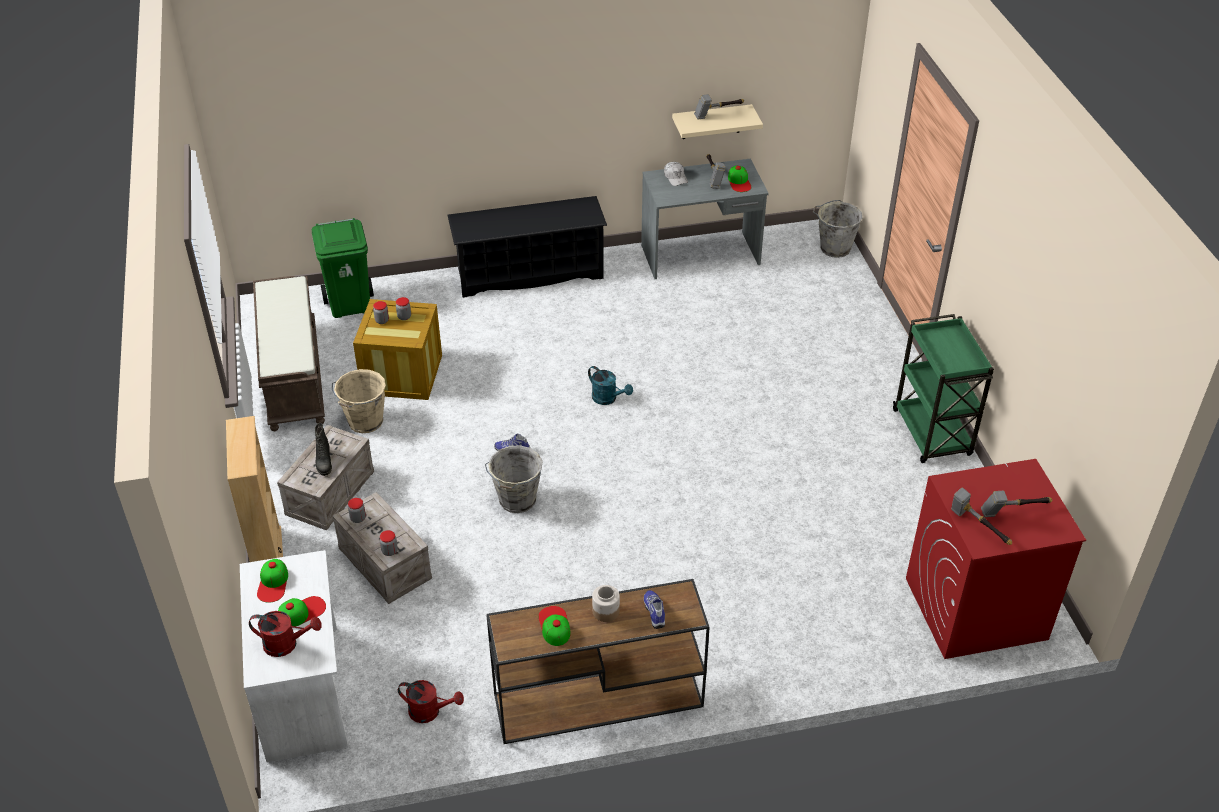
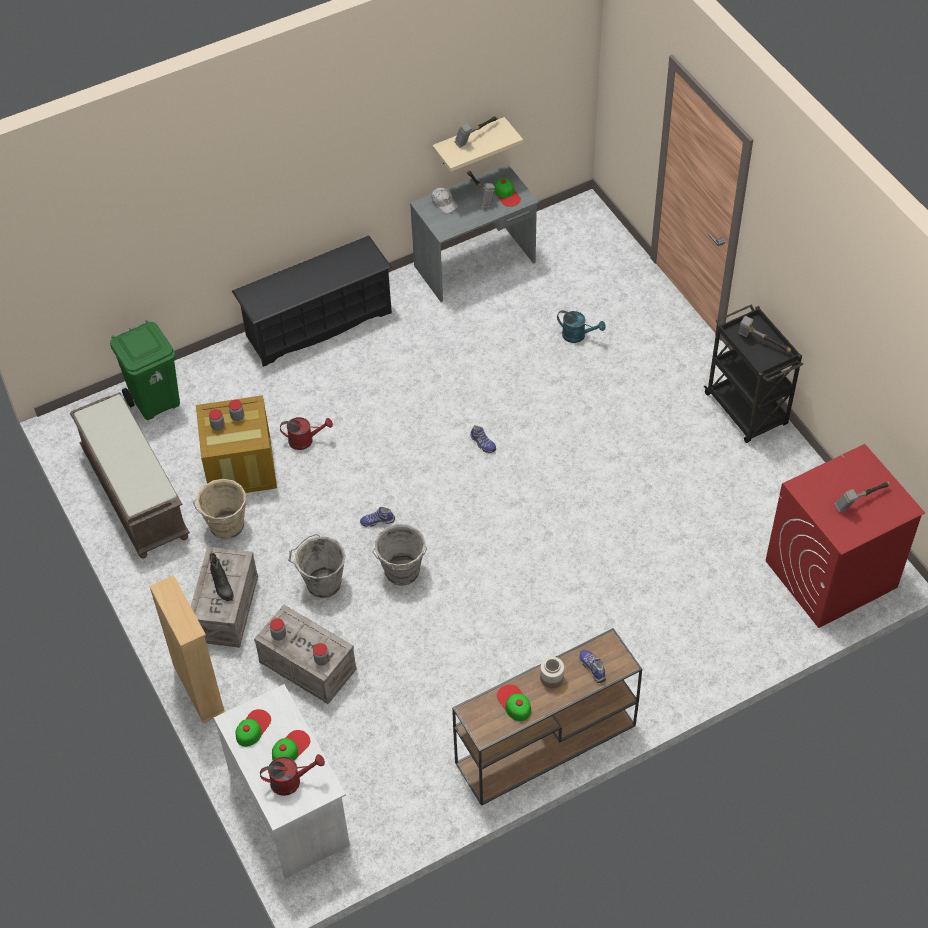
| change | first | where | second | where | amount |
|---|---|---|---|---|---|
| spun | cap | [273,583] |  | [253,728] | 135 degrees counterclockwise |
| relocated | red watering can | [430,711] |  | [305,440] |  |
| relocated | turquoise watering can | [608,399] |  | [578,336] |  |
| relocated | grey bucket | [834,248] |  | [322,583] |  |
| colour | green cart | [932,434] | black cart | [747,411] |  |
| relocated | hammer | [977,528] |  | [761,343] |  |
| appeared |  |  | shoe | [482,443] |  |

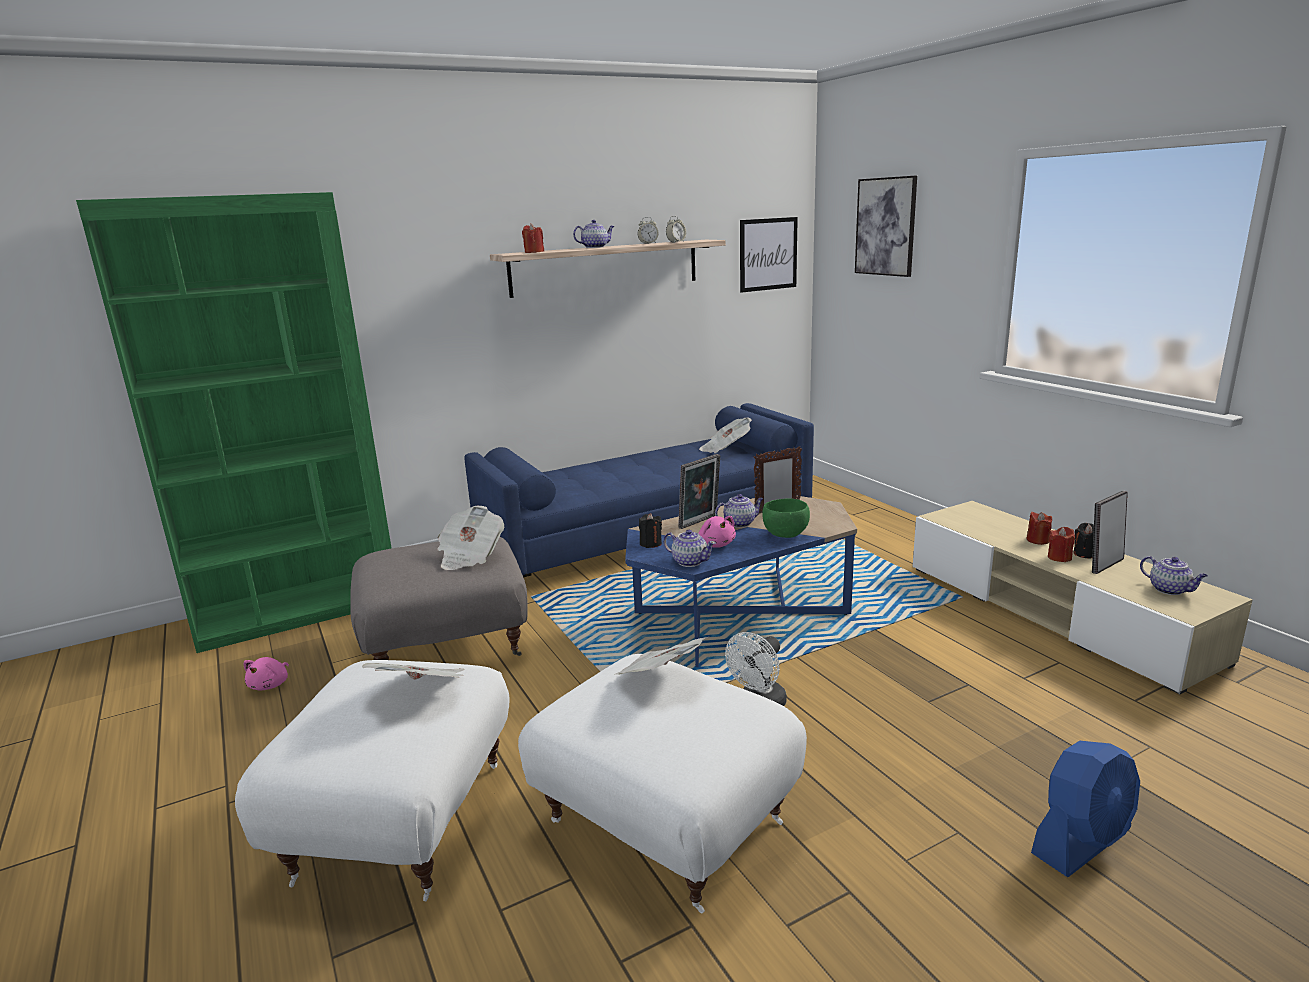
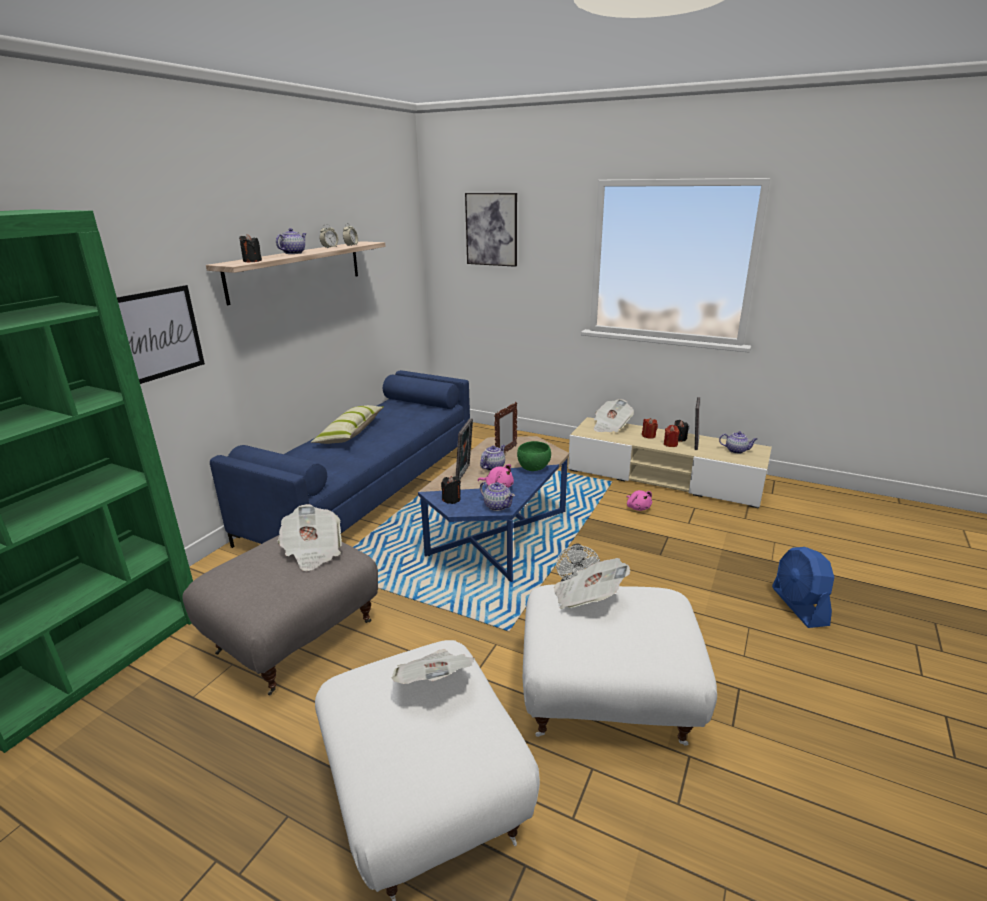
| change | first | where | second | where | amount |
|---|---|---|---|---|---|
| relocated | pink plush toy | [270,685] |  | [638,507] |  |
| colour | red candle | [534,252] | black candle | [252,261] |  |
| spun | teapot | [689,561] |  | [497,506] | 45 degrees clockwise |
| relocated | newspaper | [725,449] |  | [610,426] |  |
| relocated | picture | [768,254] |  | [158,334] |  |
| spun | blue fan | [1082,841] |  | [799,606] | 150 degrees clockwise |
| appeared |  |  | pillow | [350,433] |  |

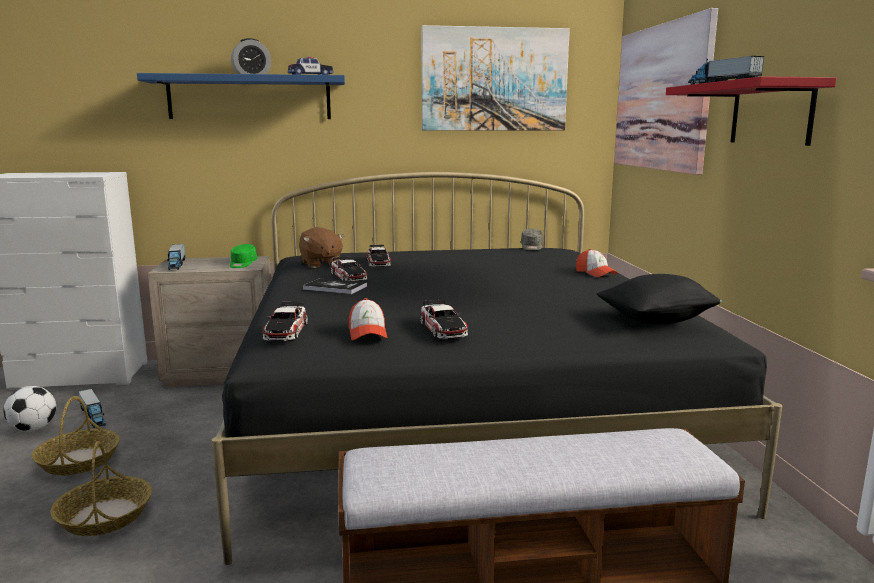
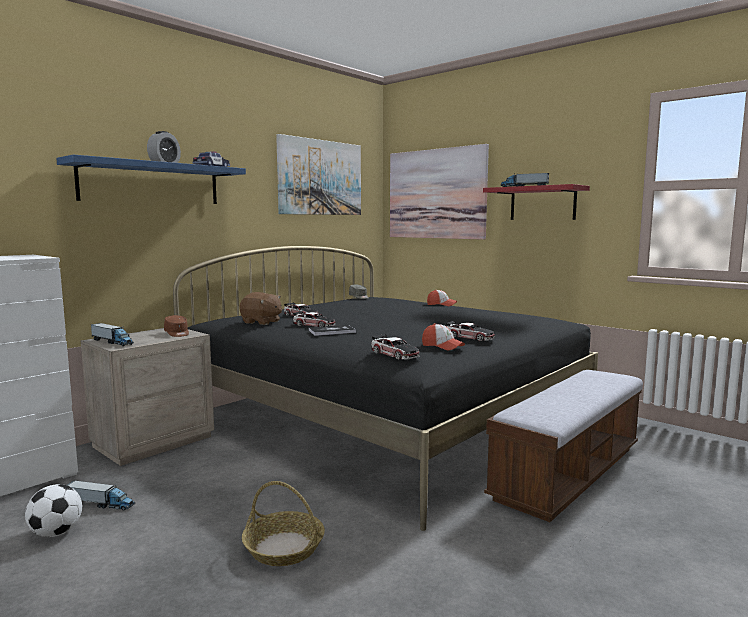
| change | first | where | second | where | amount |
|---|---|---|---|---|---|
| missing | basket | [78,460] |  |  |  |
| colour | green cap | [242,264] | brown cap | [177,333] |  |
| missing | black pillow | [656,320] |  |  |  |

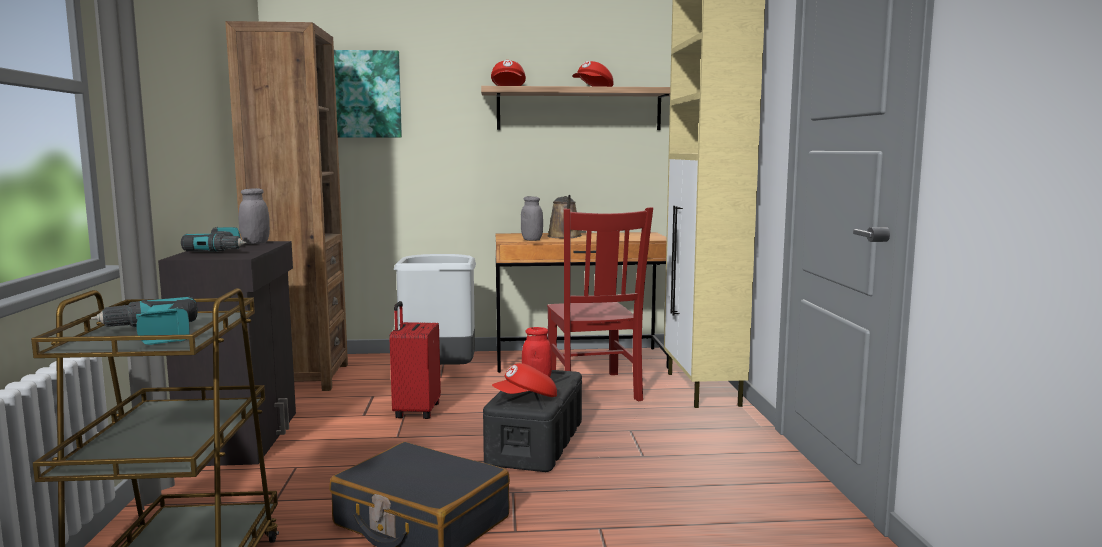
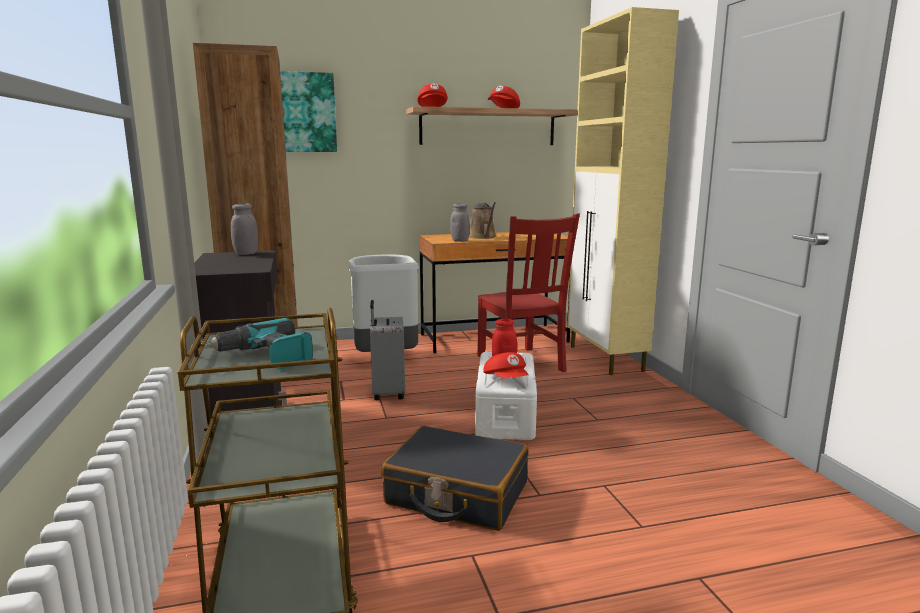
| change | first | where | second | where | amount |
|---|---|---|---|---|---|
| missing | power drill | [222,250] |  |  |  |
| colour | red suitcase | [415,412] | grey suitcase | [387,393] |  |
| colour | black storage box | [536,442] | white storage box | [505,414] |  |
| spun | red cap | [526,399] |  | [507,380] | 75 degrees counterclockwise |

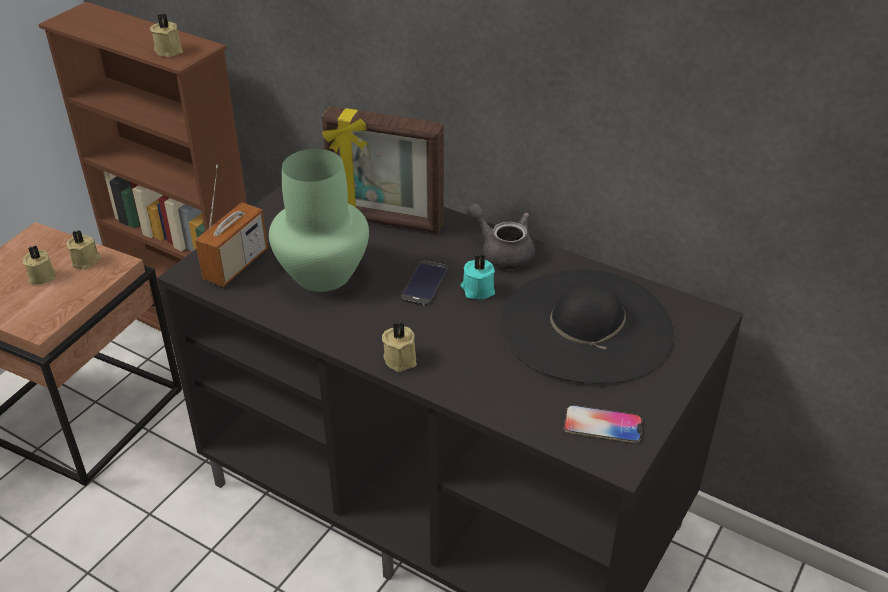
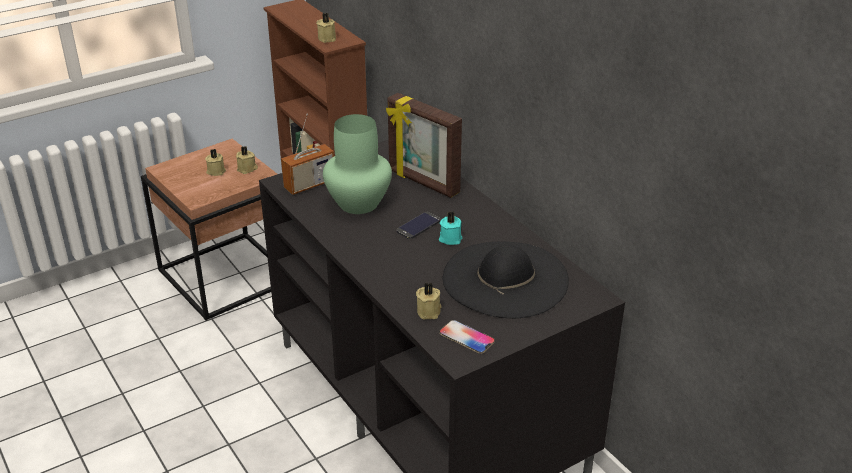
| change | first | where | second | where | amount |
|---|---|---|---|---|---|
| relocated | beige candle | [401,358] |  | [429,311] |  |
| missing | grey teapot | [502,252] |  |  |  |

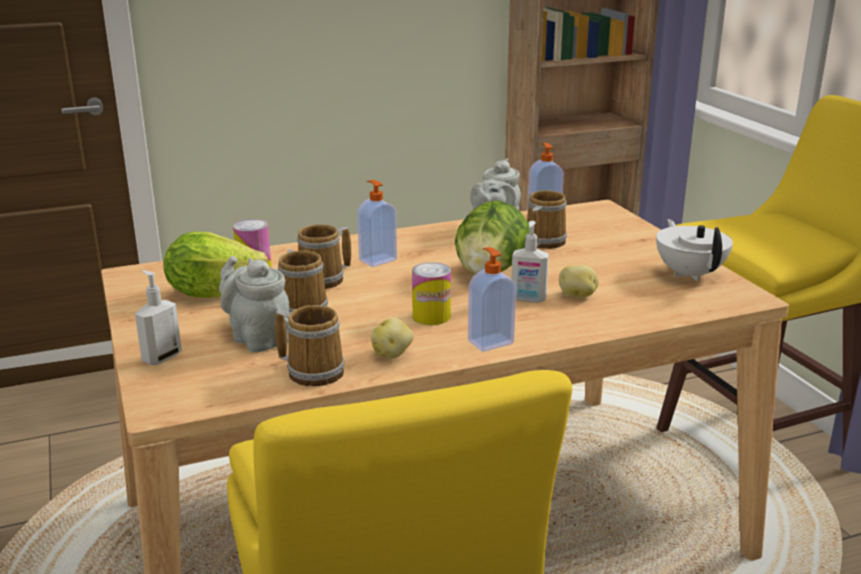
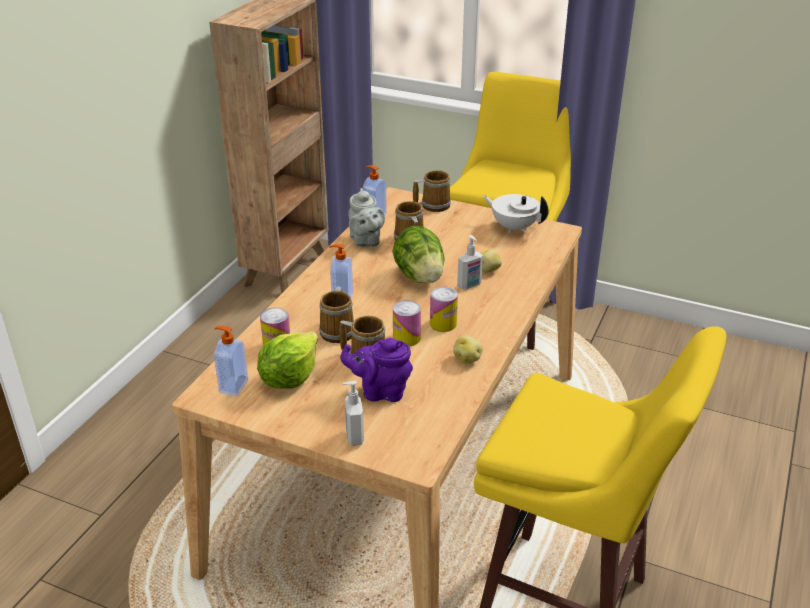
| change | first | where | second | where | amount |
|---|---|---|---|---|---|
| colour | grey teapot | [258,338] | purple teapot | [381,391] |  |
| relocated | mug | [313,370] |  | [433,205] |  |
| relocated | soap dispenser | [490,342] |  | [233,386] |  |
| appeared |  |  | can | [406,338] |  |

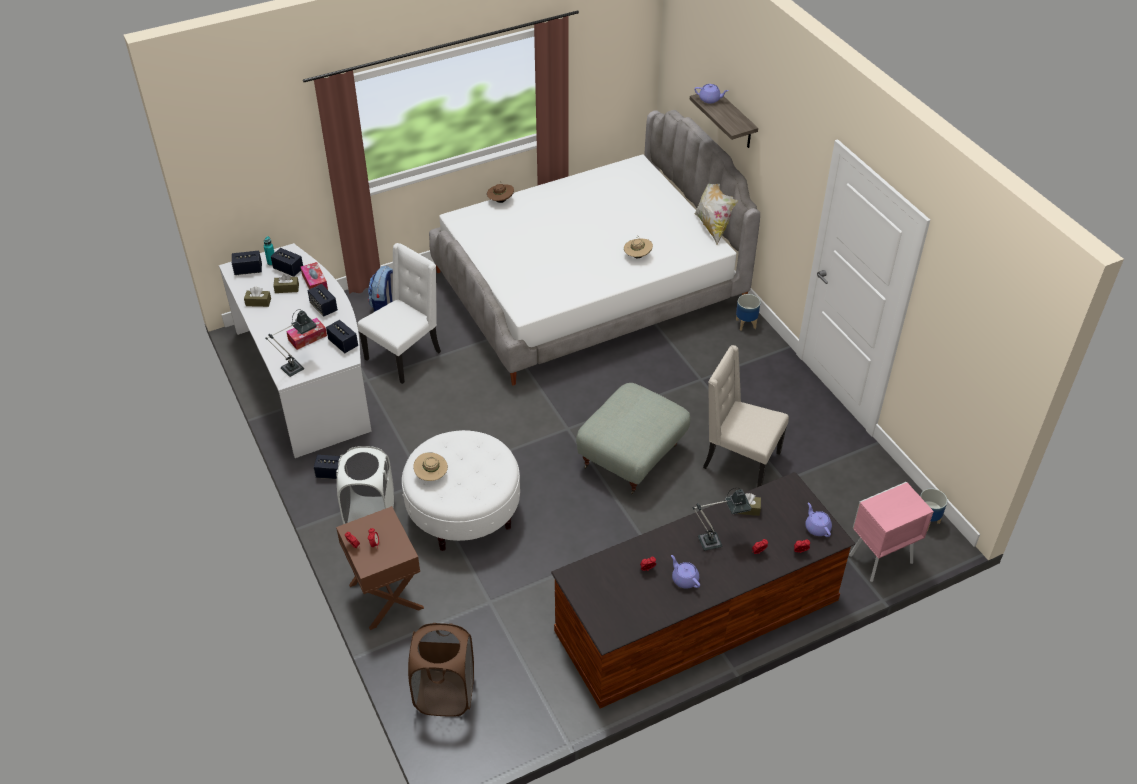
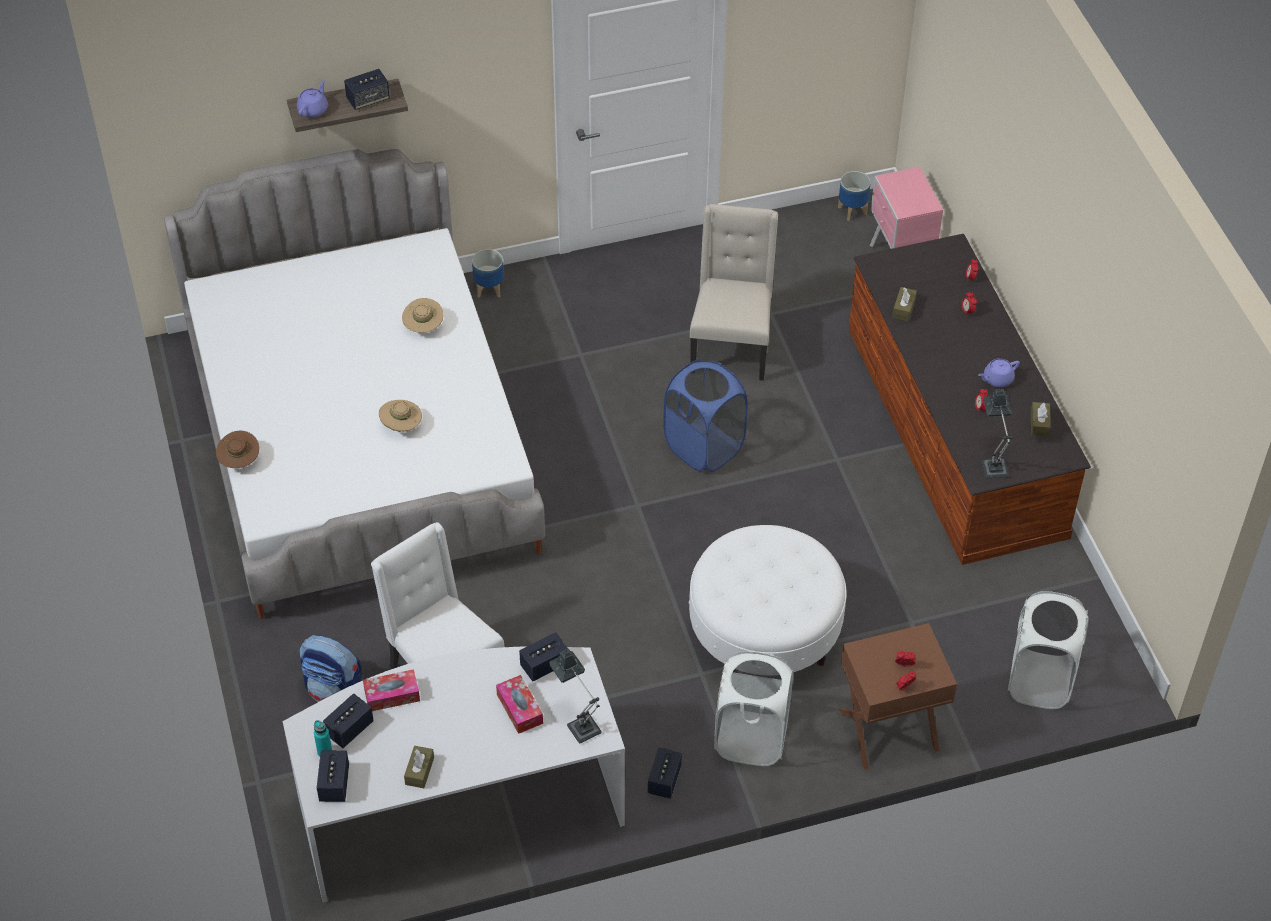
| change | first | where | second | where | amount |
|---|---|---|---|---|---|
| relocated | brown tissue box | [287,288] |  | [1039,424] |  |
| relocated | speaker | [323,307] |  | [368,99] |  |
| colour | brown laundry basket | [445,694] | white laundry basket | [1040,680] |  |
| relocated | beige hat | [431,475] |  | [401,426] |  |
| exchanged | grey ottoman | [632,457] | blue laundry basket | [704,447] |  |
| relocated | table lamp | [715,540] |  | [993,464] |  |
| missing | pillow | [713,227] |  |  |  |
| spun | beige chair | [739,461] |  | [731,347] | 150 degrees clockwise |
| missing | purple teapot | [817,528] |  |  |  |

